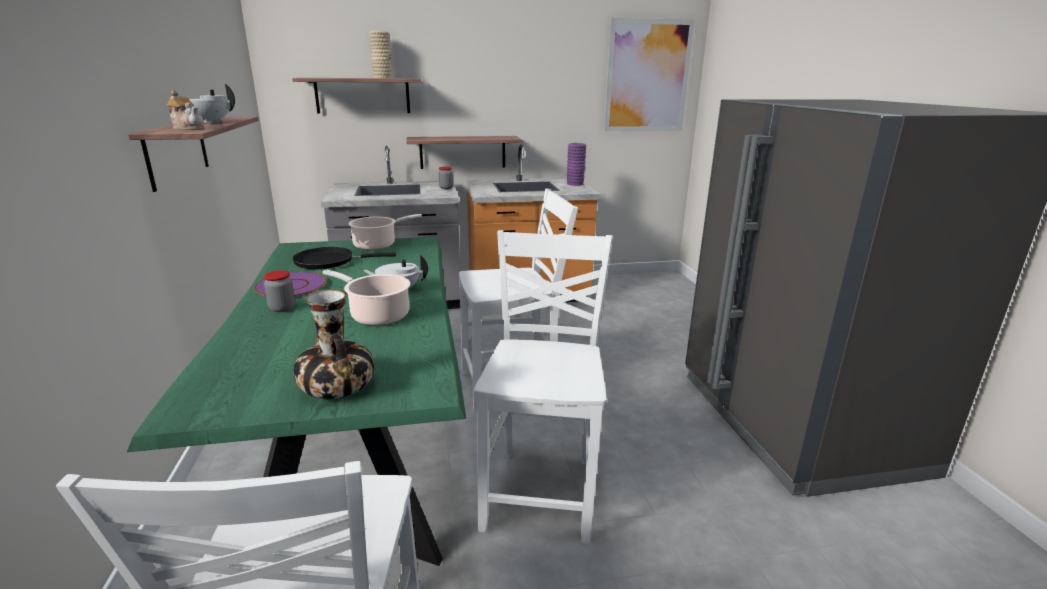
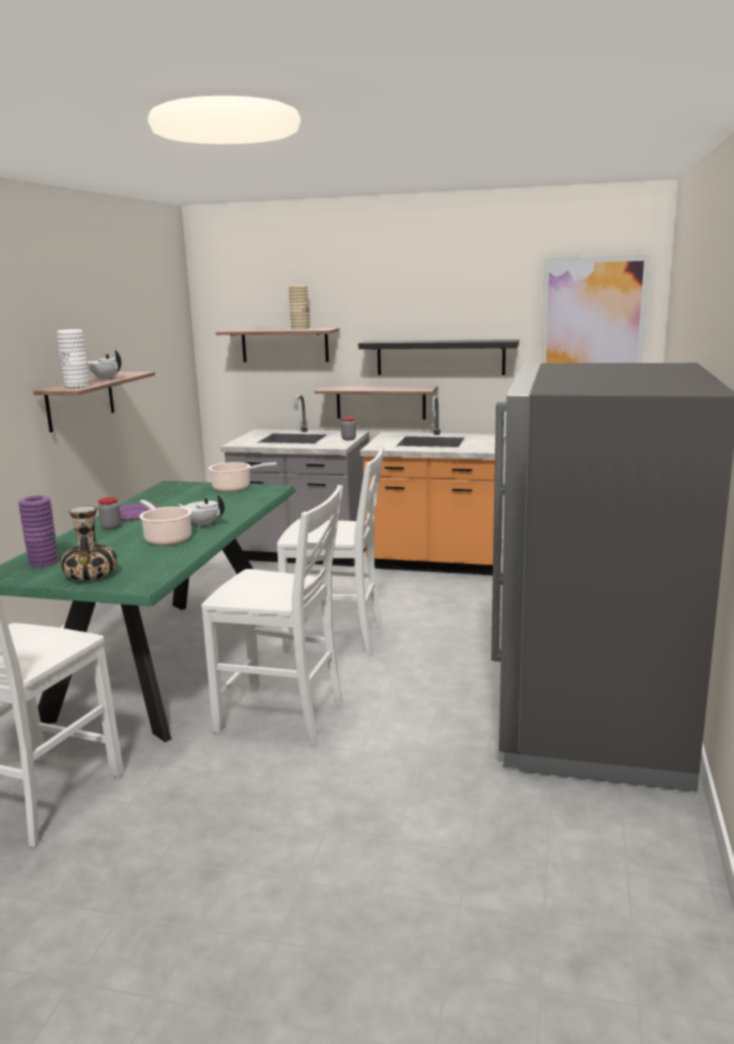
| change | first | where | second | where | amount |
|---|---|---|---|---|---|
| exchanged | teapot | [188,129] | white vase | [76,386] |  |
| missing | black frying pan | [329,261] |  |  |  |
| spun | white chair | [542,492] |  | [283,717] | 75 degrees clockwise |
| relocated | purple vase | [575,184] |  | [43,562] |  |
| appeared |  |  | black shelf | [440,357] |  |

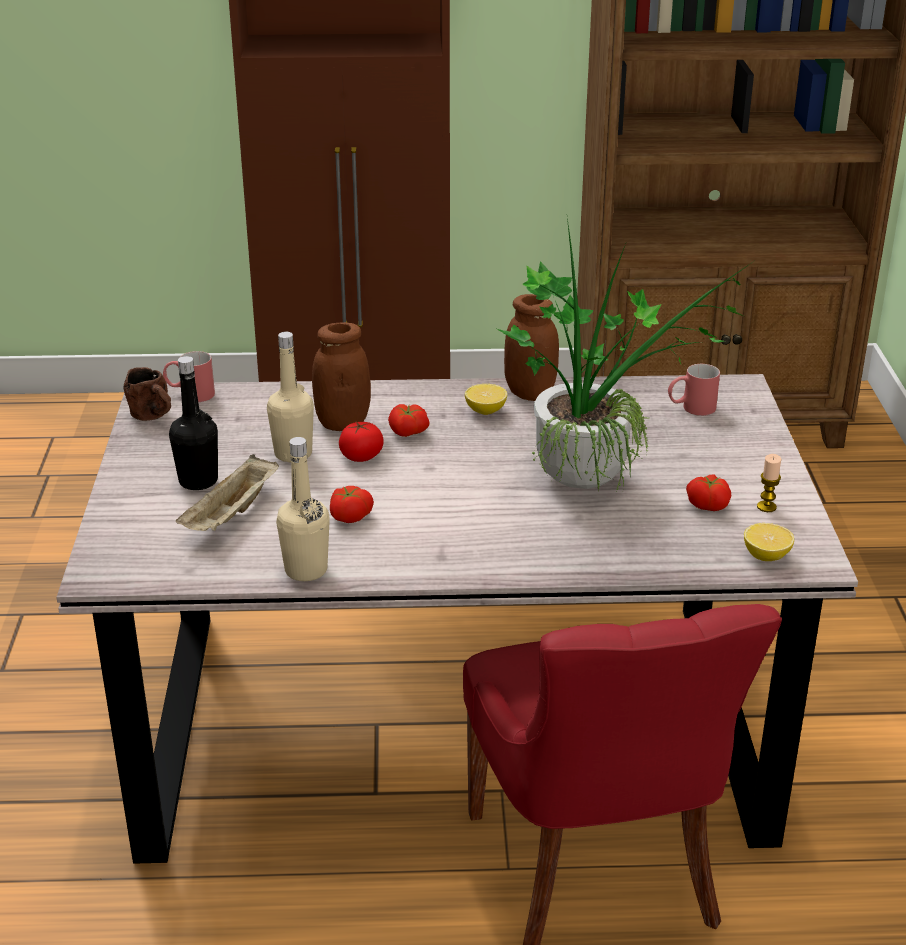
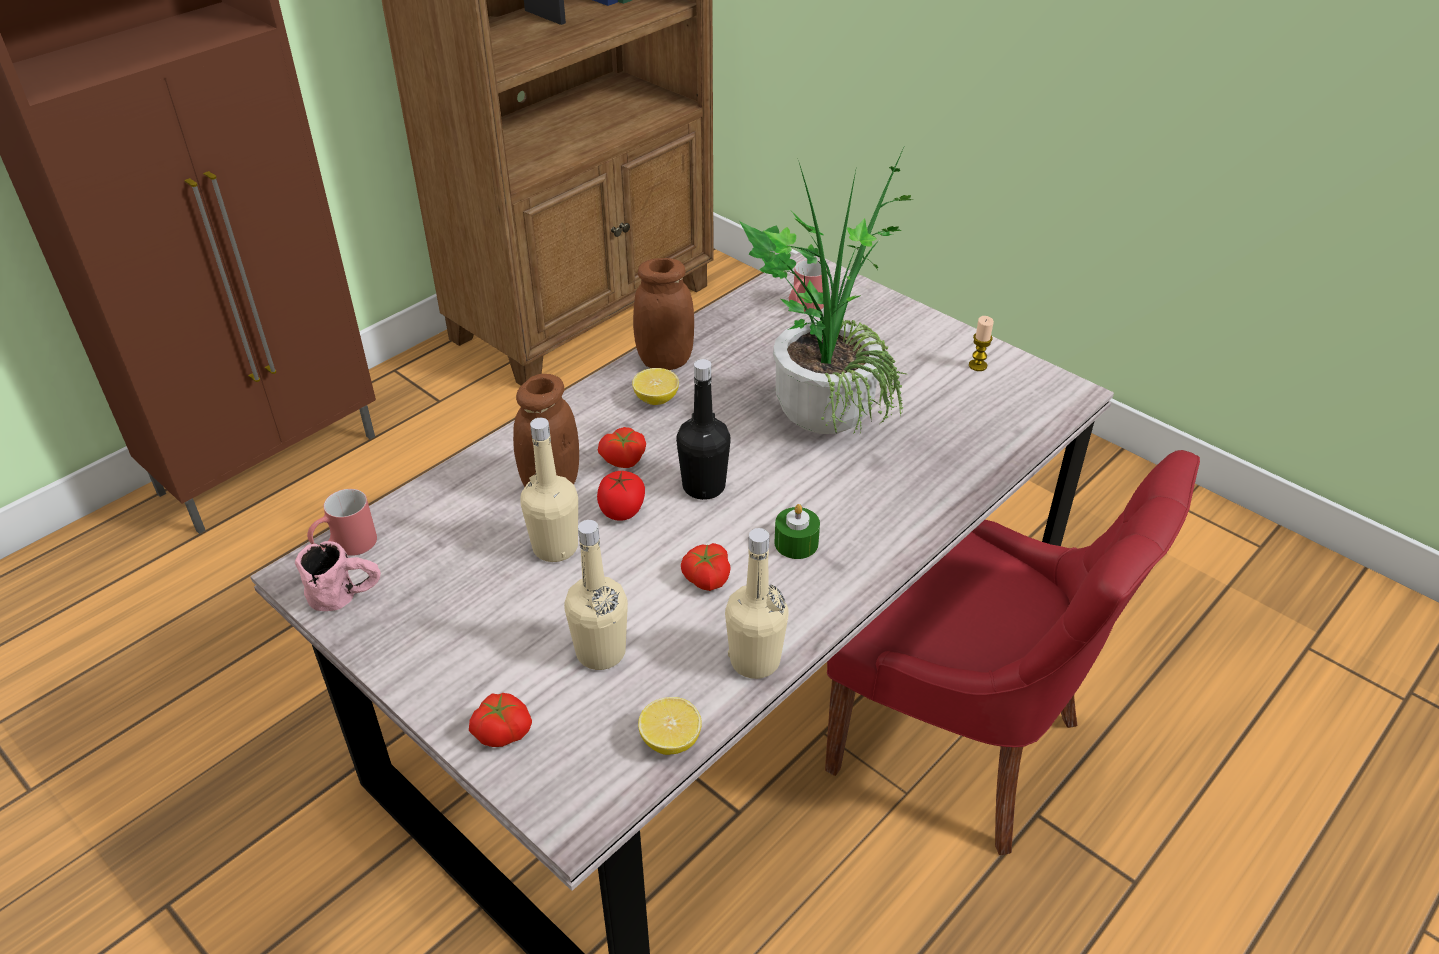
| change | first | where | second | where | amount |
|---|---|---|---|---|---|
| colour | brown mug | [155,417] | pink mug | [347,596] |  |
| relocated | black bottle | [198,481] |  | [704,486] |  |
| exchanged | beige tray | [232,515] | beige bottle | [600,652] |  |
| relocated | tomato | [708,504] |  | [502,730] |  |
| relocated | lemon | [766,556] |  | [670,740] |  |
| appeared |  |  | green candle | [796,543] |  |

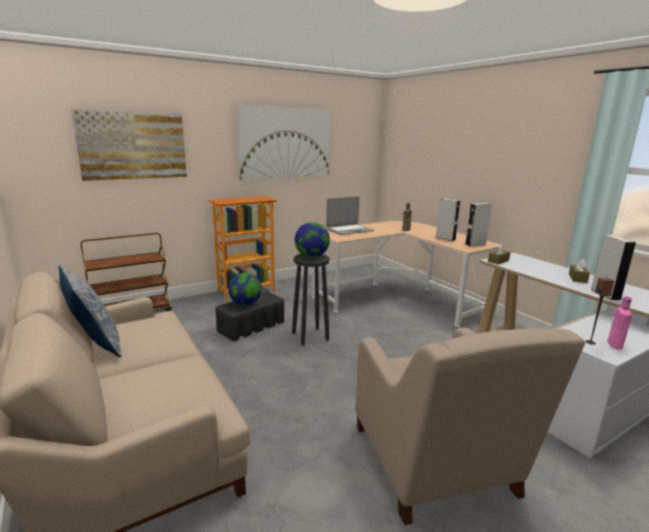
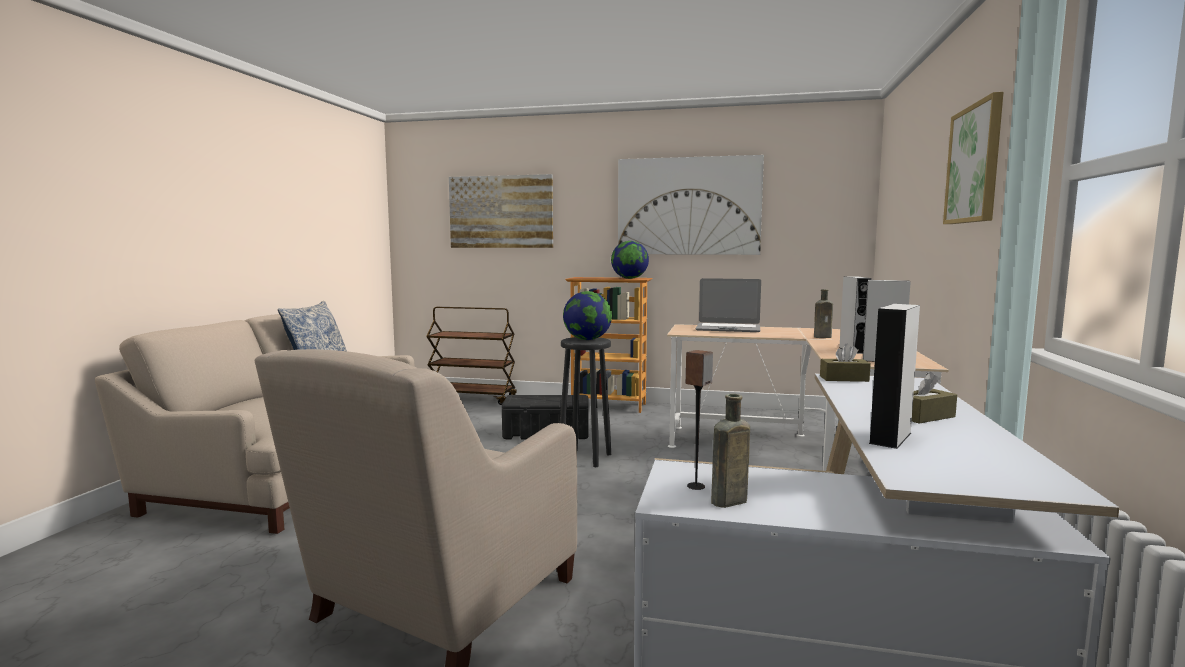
| change | first | where | second | where | amount |
|---|---|---|---|---|---|
| relocated | globe | [245,304] |  | [629,278] |  |
| colour | pink bottle | [615,345] | brown bottle | [727,502] |  |
| appeared |  |  | picture | [974,164] |  |

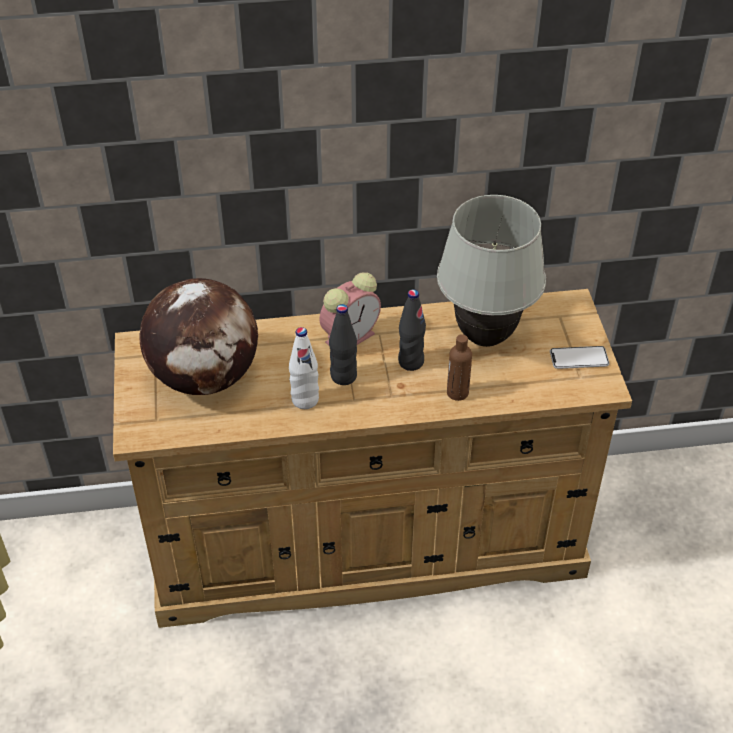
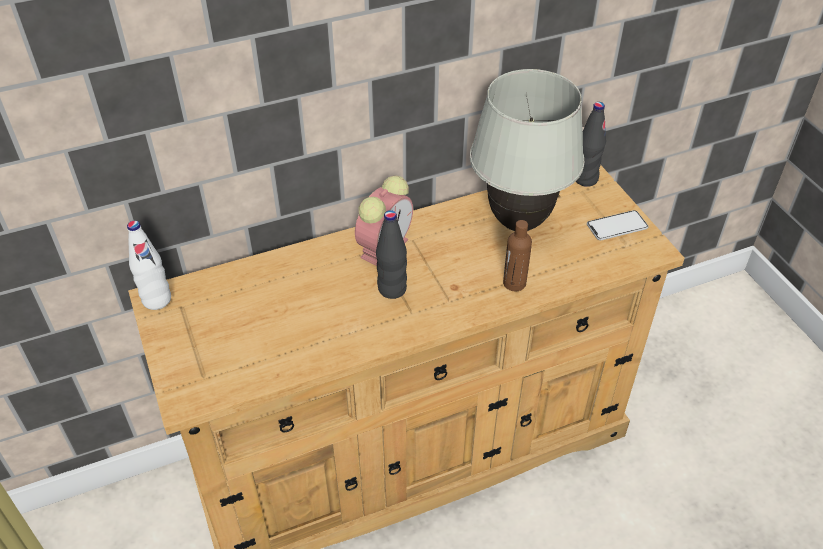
| change | first | where | second | where | amount |
|---|---|---|---|---|---|
| missing | globe | [205,377] |  |  |  |
| relocated | white bottle | [305,400] |  | [157,300] |  |
| relocated | black bottle | [411,362] |  | [585,179] |  |

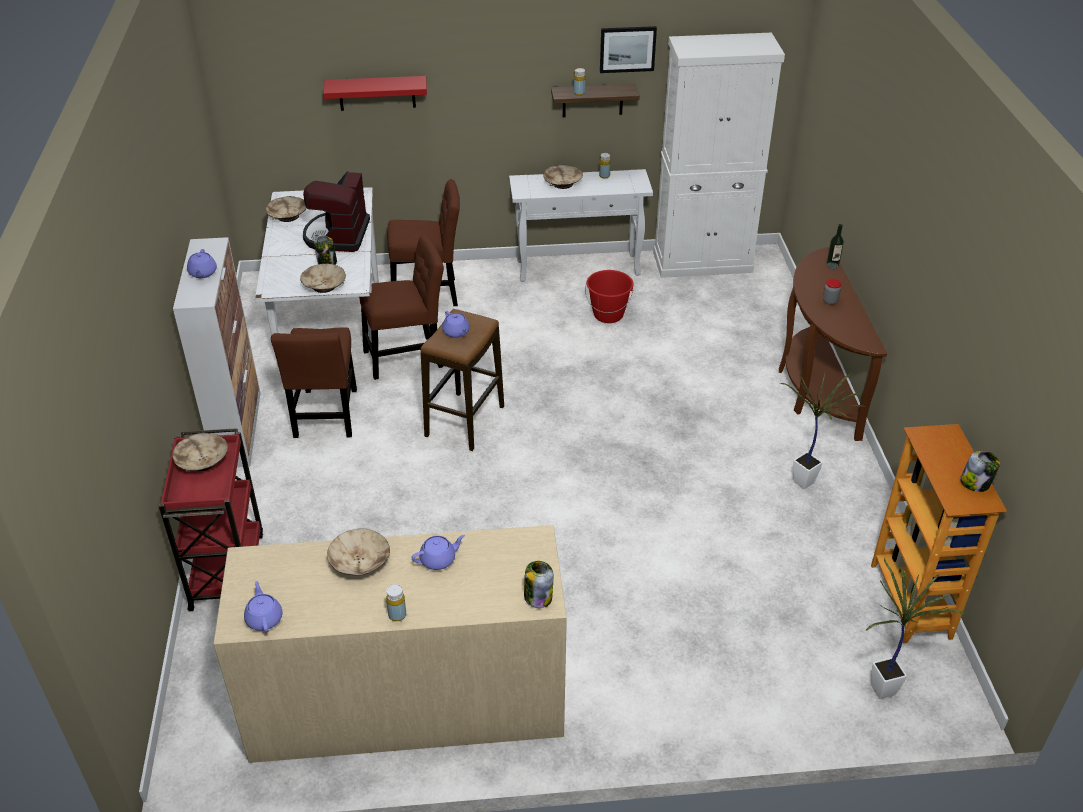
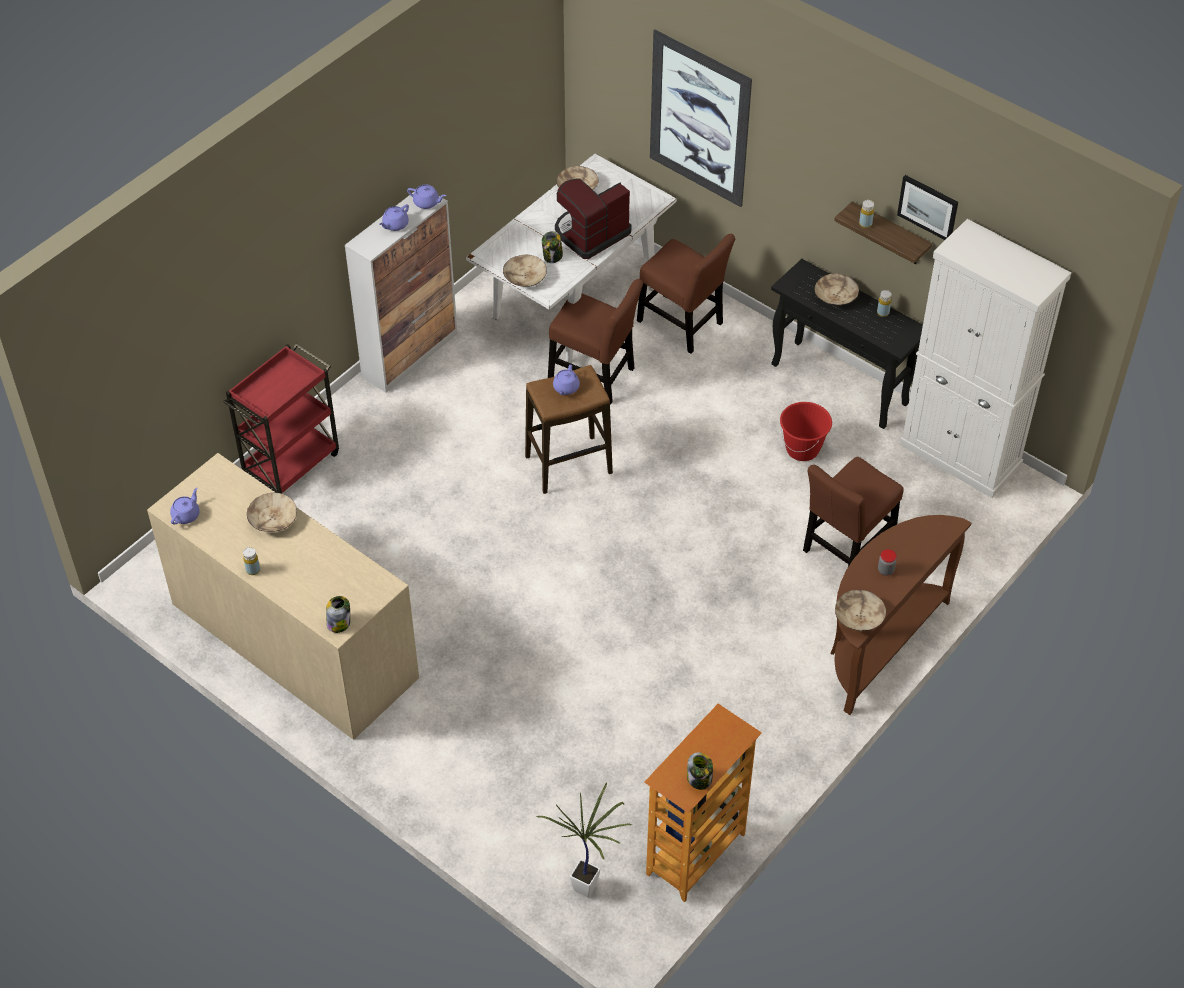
| change | first | where | second | where | amount |
|---|---|---|---|---|---|
| relocated | beige bowl | [202,461] |  | [859,617] |  |
| relocated | brown chair | [326,416] |  | [846,548] |  |
| exchanged | red shelf | [377,93] | picture | [699,119] |  |
| relocated | purple teapot | [439,559] |  | [427,203] |  |
| colour | white console table | [579,268] | black console table | [840,384] |  |
| missing | potted plant | [808,482] |  |  |  |
| missing | bottle | [832,265] |  |  |  |

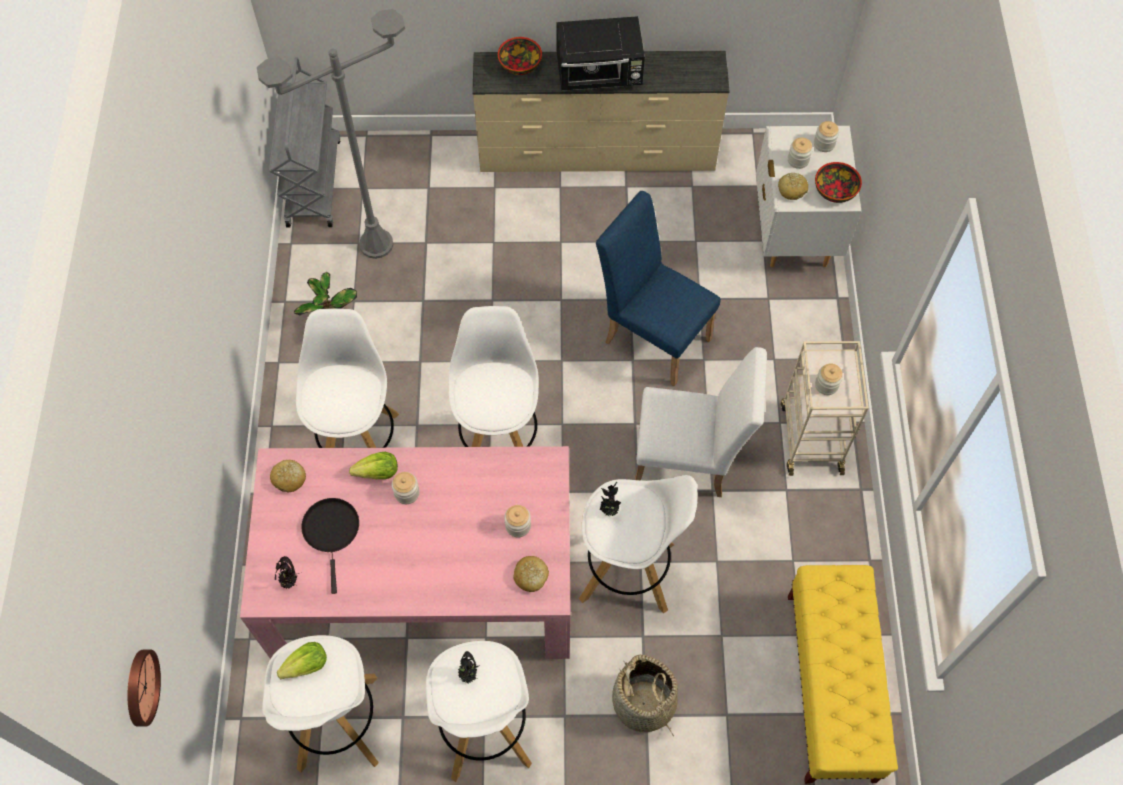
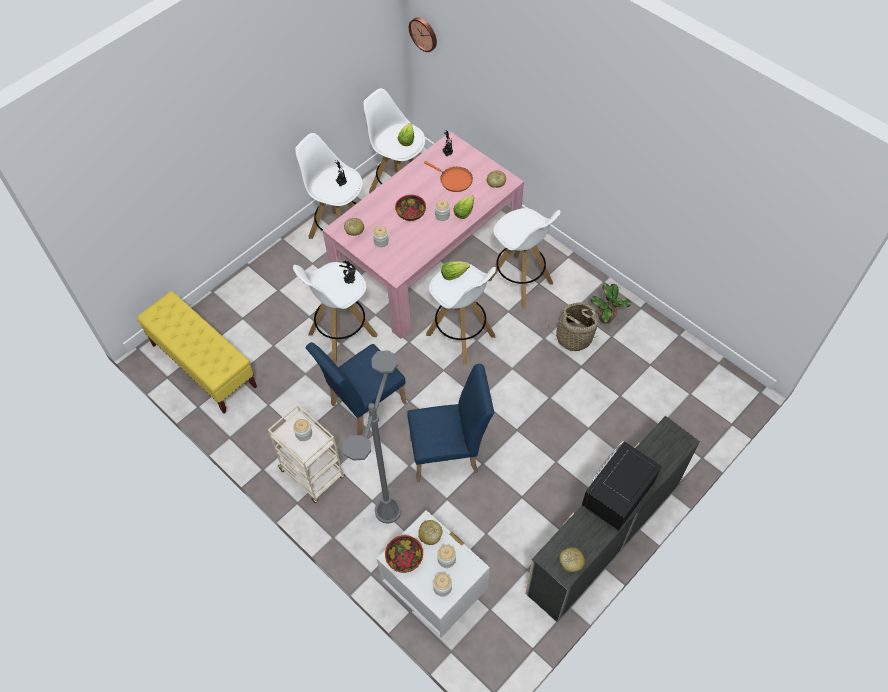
| change | first | where | second | where | amount |
|---|---|---|---|---|---|
| relocated | grey floor lamp | [376,244] |  | [388,510] |  |
| missing | grey cart | [313,181] |  |  |  |
| colour | black frying pan | [332,531] | orange frying pan | [454,180] |  |
| relocated | bowl | [519,64] |  | [411,213] |  |
| relocated | basket | [644,704] |  | [574,337] |  |
| colour | white chair | [689,462] | blue chair | [363,406] |  |
| appeared |  |  | lettuce | [453,274] |  |
| appeared |  |  | bread | [571,561] |  |

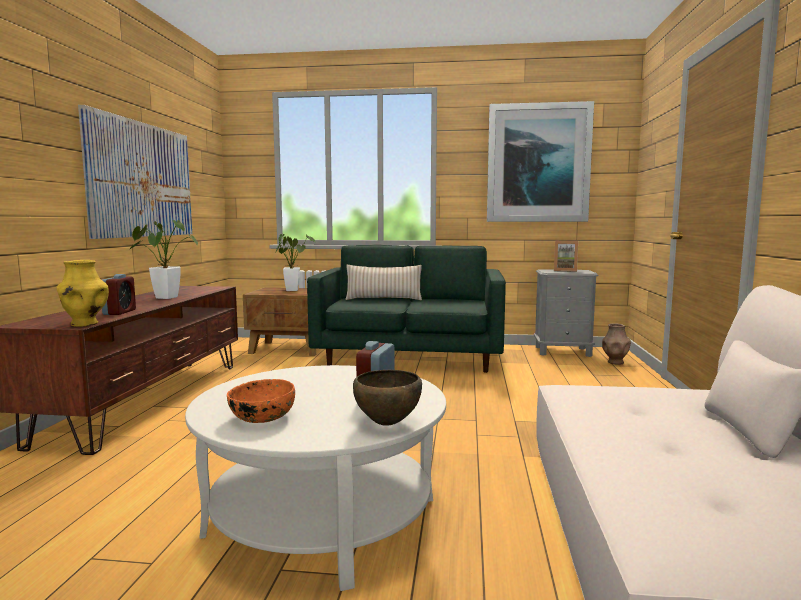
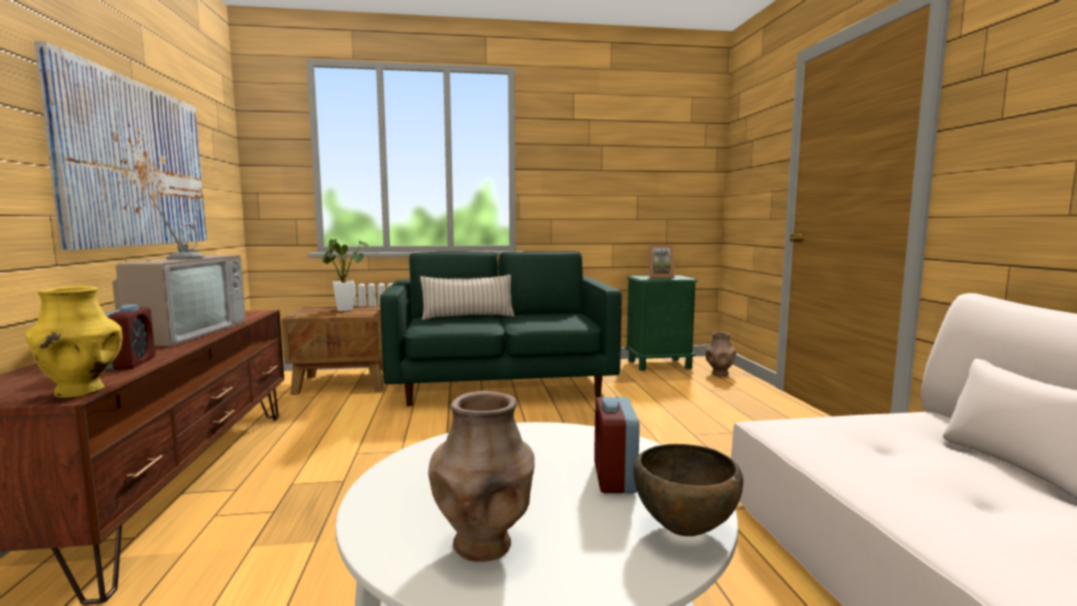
| change | first | where | second | where | amount |
|---|---|---|---|---|---|
| exchanged | potted plant | [163,297] | television | [184,332] |  |
| exchanged | orange bowl | [261,417] | brown vase | [484,545] |  |
| missing | picture | [538,163] |  |  |  |
| colour | grey nightstand | [563,351] | green nightstand | [659,364] |  |

